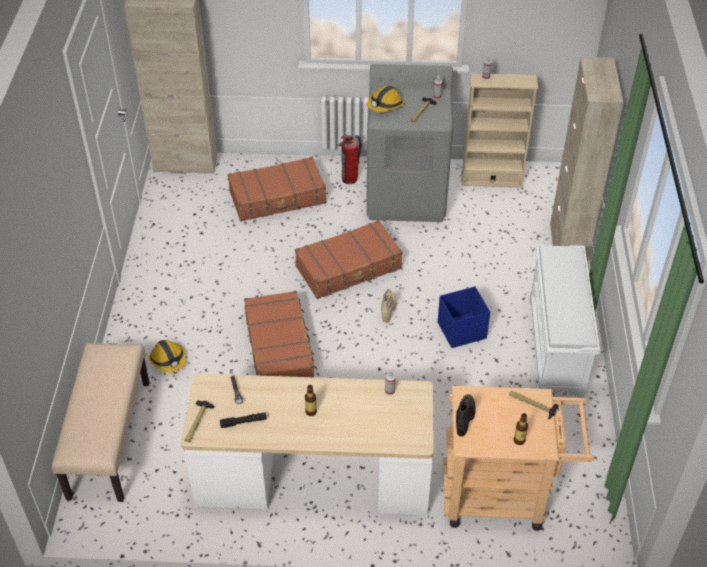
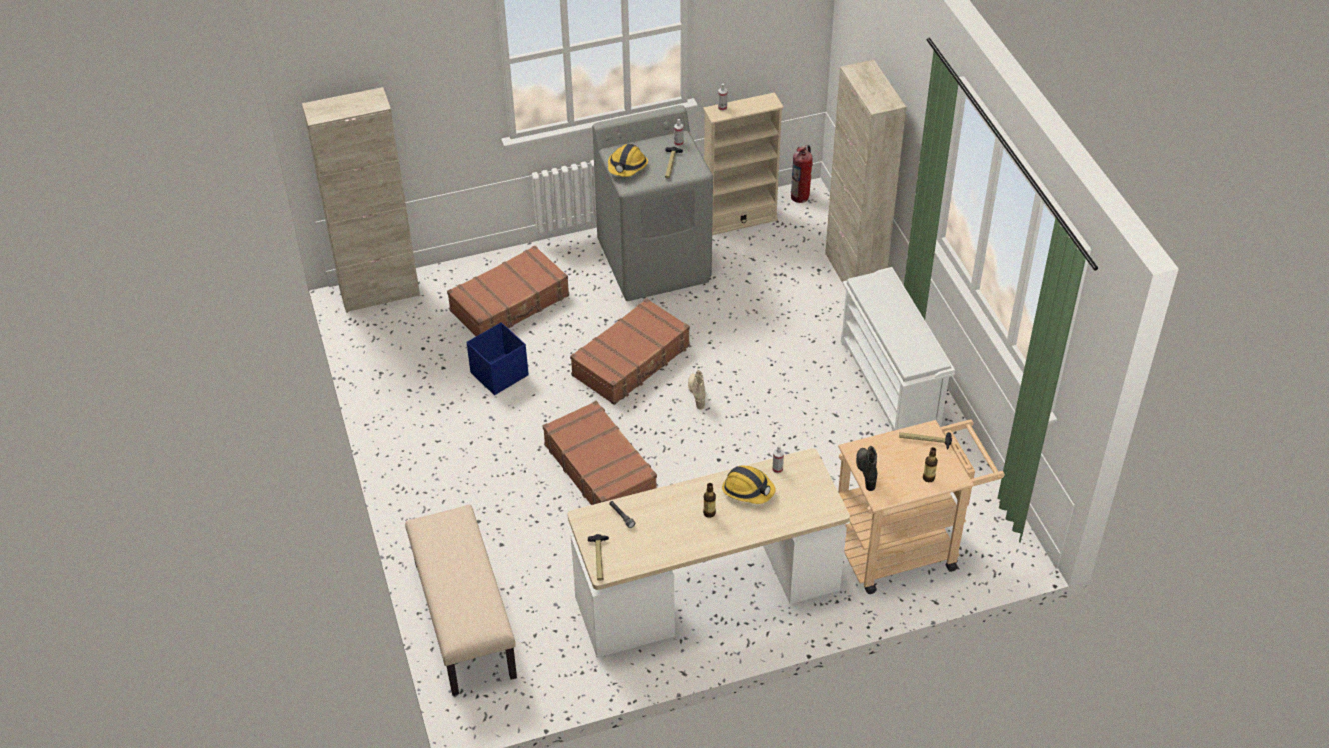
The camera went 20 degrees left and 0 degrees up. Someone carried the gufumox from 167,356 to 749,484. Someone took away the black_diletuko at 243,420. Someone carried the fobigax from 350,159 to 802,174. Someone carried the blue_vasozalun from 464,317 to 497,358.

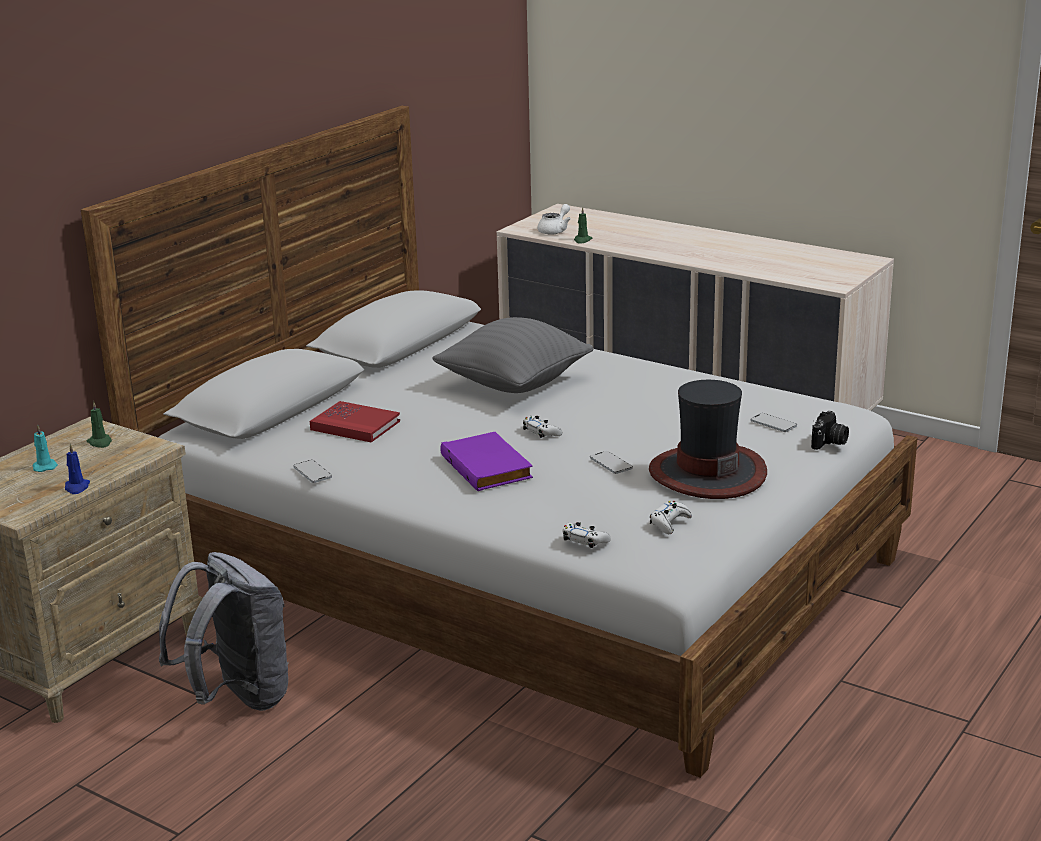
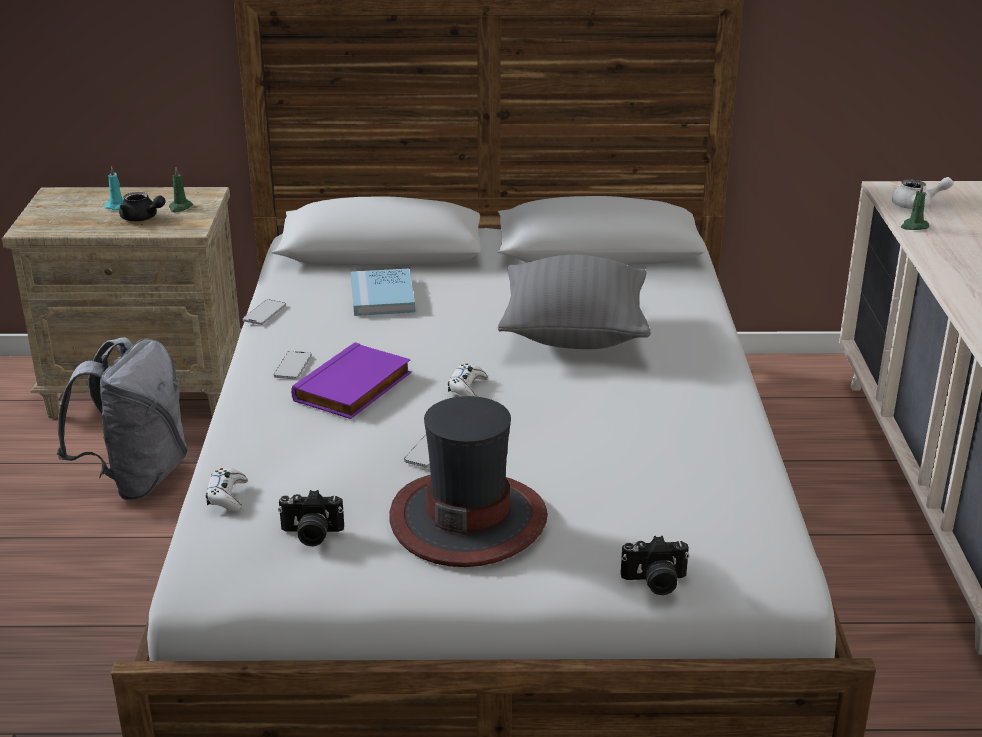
The camera went 55 degrees right and 5 degrees up. Someone took away the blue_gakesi at 77,469. Someone repainted the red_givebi at 355,421, which became the blue_givebi at 383,292. Someone swapped the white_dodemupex at 671,517 for the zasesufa at 311,518. Someone carried the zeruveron from 774,422 to 293,365. Someone put down the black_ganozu at 142,206.

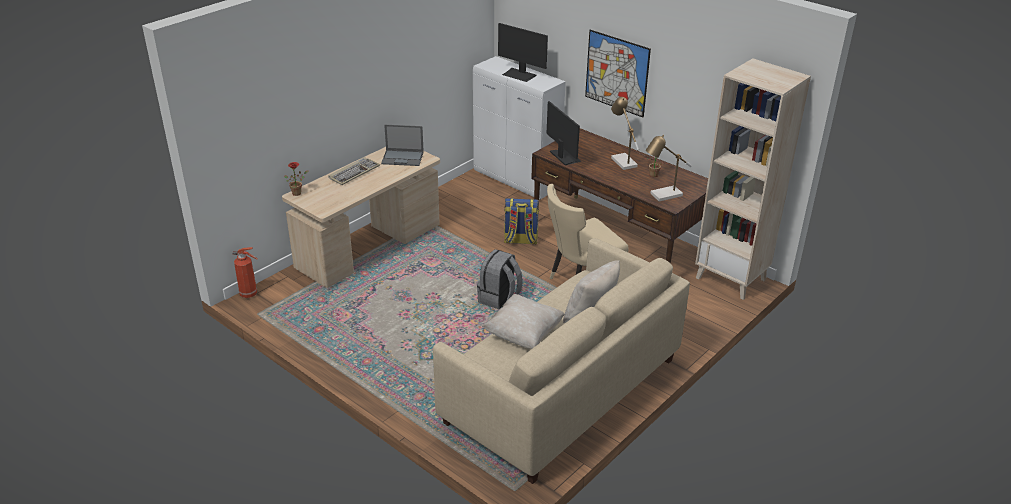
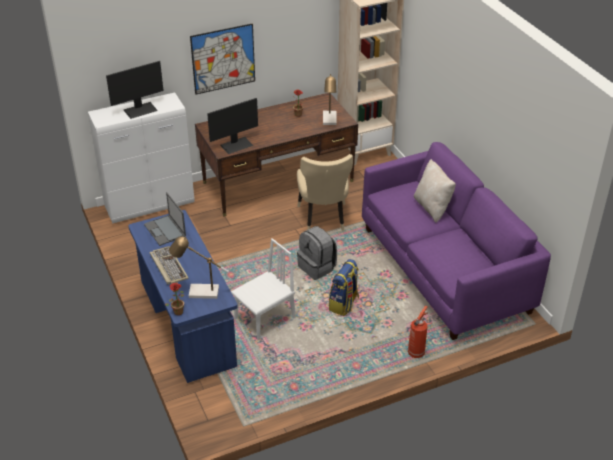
The camera went 65 degrees left and 5 degrees up. Someone carried the fobigax from 245,272 to 418,332. Someone repainted the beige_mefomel at 361,217, which became the blue_mefomel at 183,296. Someone rotated the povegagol at 402,145 by 120 degrees clockwise. Someone repainted the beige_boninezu at 561,361, which became the purple_boninezu at 456,241. Someone took away the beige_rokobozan at 523,321. Someone carried the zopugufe from 521,221 to 344,287. Someone rotated the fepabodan at 564,133 by 150 degrees clockwise. Someone carried the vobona from 625,133 to 199,267. Someone put down the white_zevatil at 263,289.

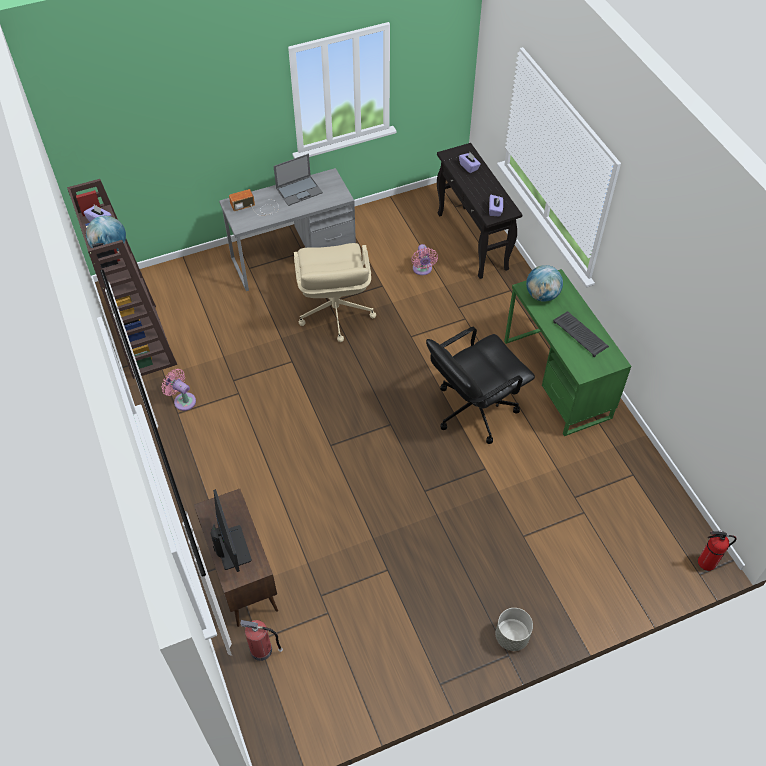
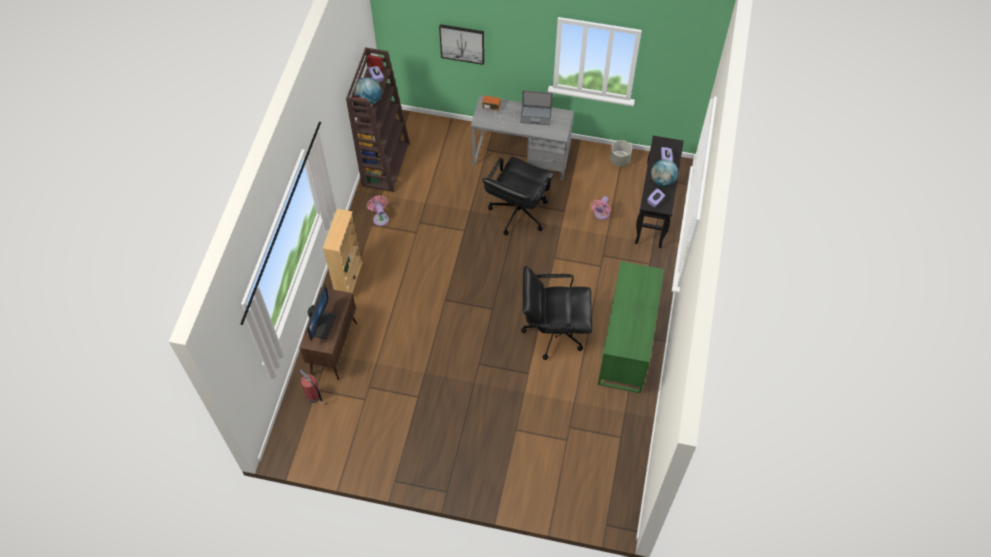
The camera went 35 degrees right and 5 degrees up. Someone repainted the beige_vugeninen at 335,292, which became the black_vugeninen at 518,196. Someone carried the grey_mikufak from 514,629 to 621,153. Someone carried the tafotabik from 544,283 to 664,172. Someone took away the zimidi at 581,334. Someone took away the fobigax at 717,550. Someone put down the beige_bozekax at 343,251. Someone put up the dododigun at 461,44.

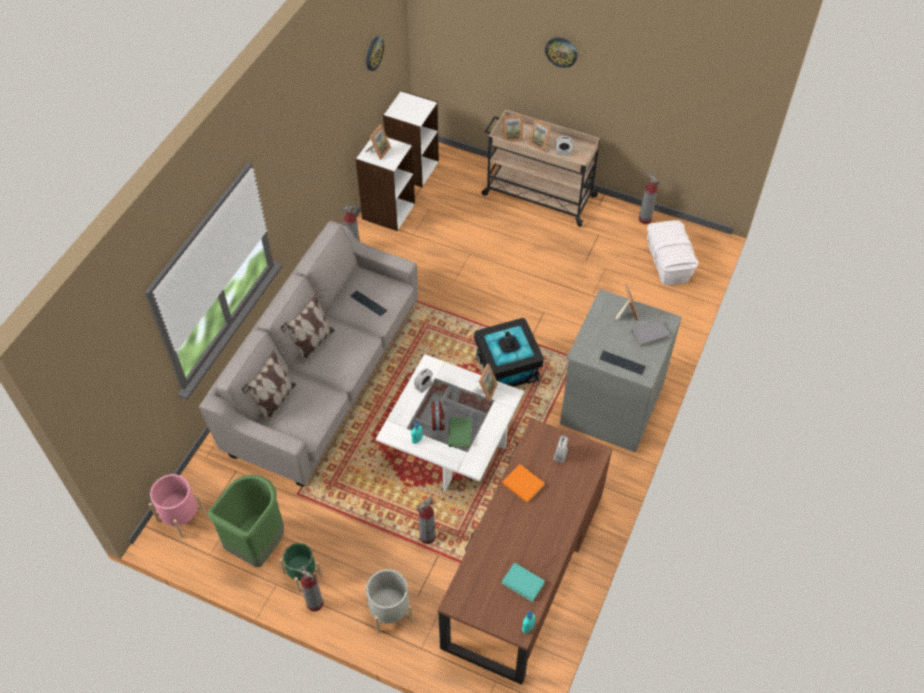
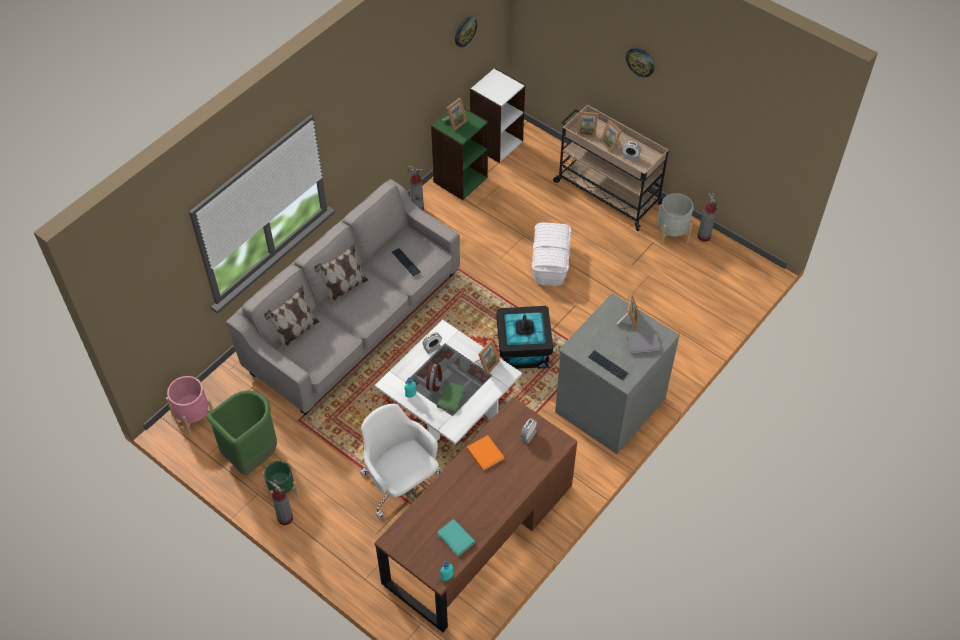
The camera went 15 degrees right and 0 degrees up. Someone repainted the white_bozekax at 385,183, which became the green_bozekax at 459,153. Someone carried the grey_mikufak from 389,601 to 675,219. Someone swapped the fobigax at 426,520 for the white_vugeninen at 401,461. Someone carried the white_vasozalun from 672,252 to 551,254.

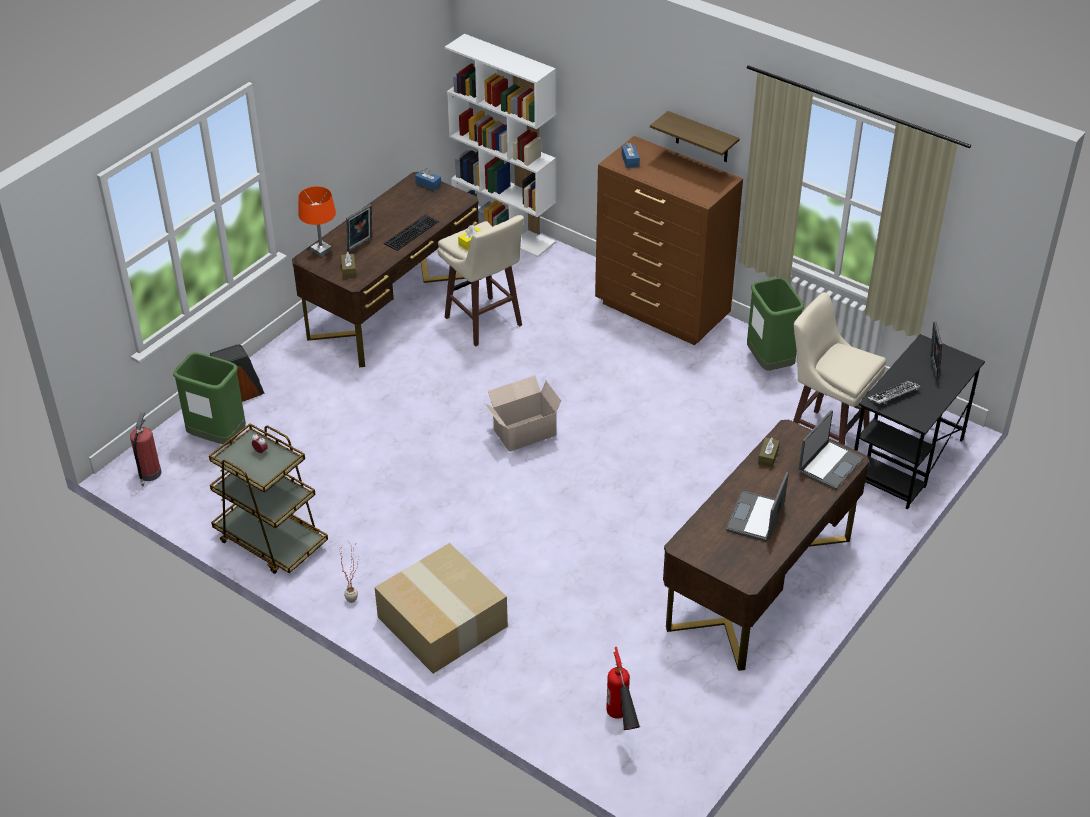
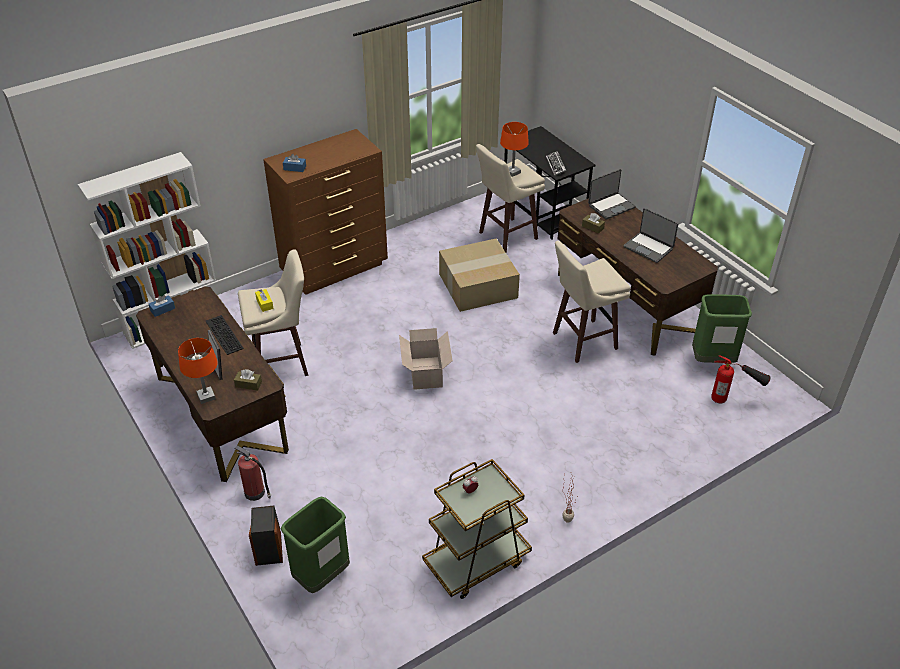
The camera went 70 degrees left and 0 degrees up. Someone carried the fobigax from 145,449 to 253,473. Someone carried the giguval from 441,608 to 479,275. Someone took away the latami at 695,136. Someone carried the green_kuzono from 775,324 to 722,328. Someone rotated the povegagol at 831,450 by 90 degrees clockwise. Someone took away the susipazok at 936,350. Someone put down the orange_vobona at 514,149. Someone put down the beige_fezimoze at 592,302.

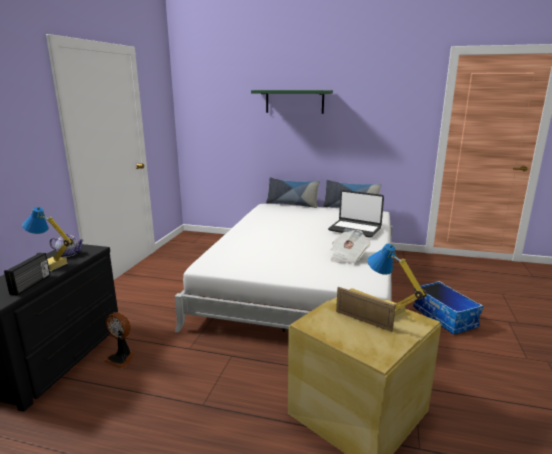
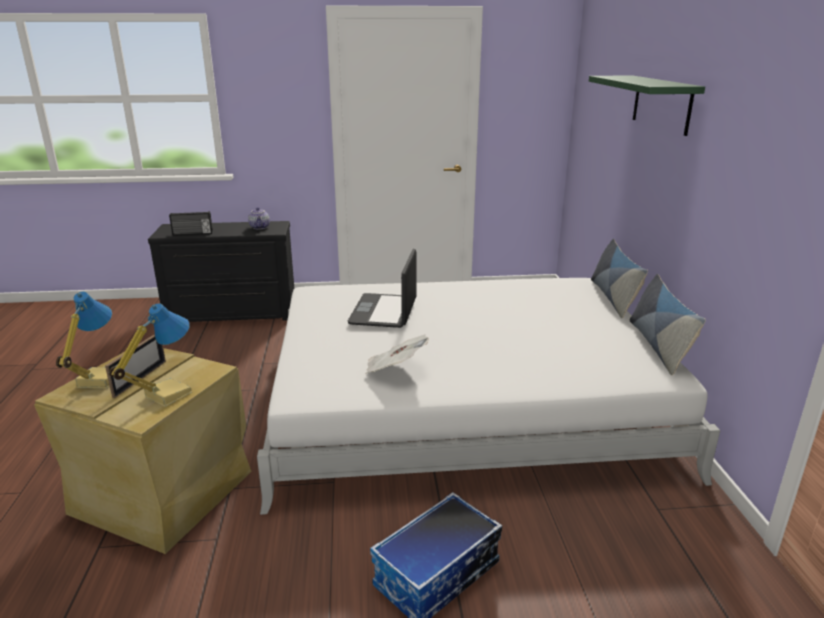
The camera went 70 degrees right and 5 degrees up. Someone carried the vobona from 48,239 to 84,340. Someone took away the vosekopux at 118,340. Someone carried the povegagol from 356,214 to 382,288.

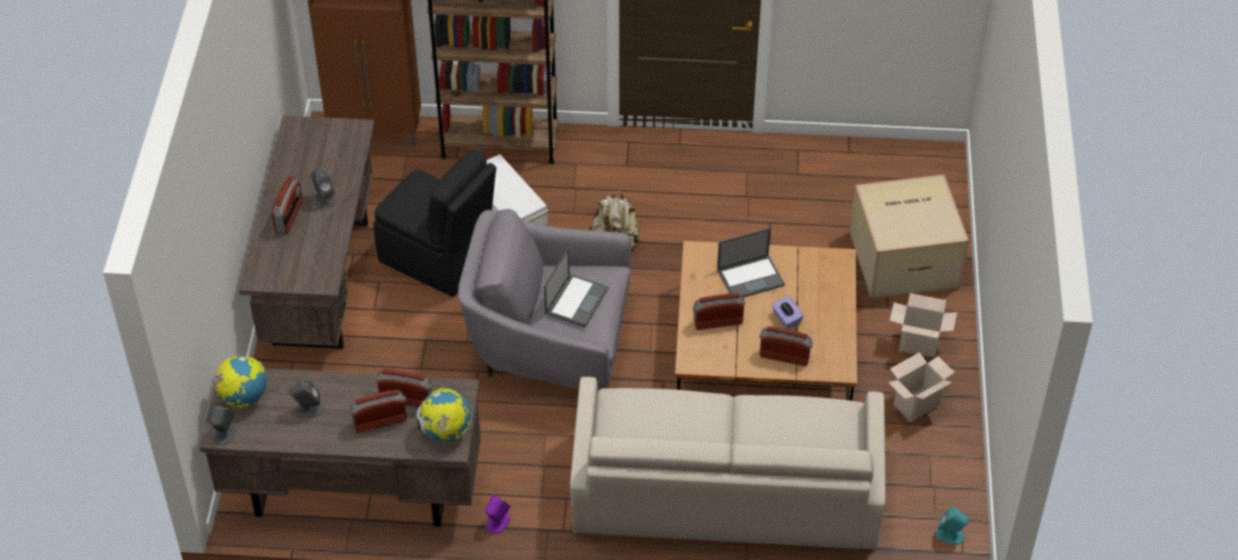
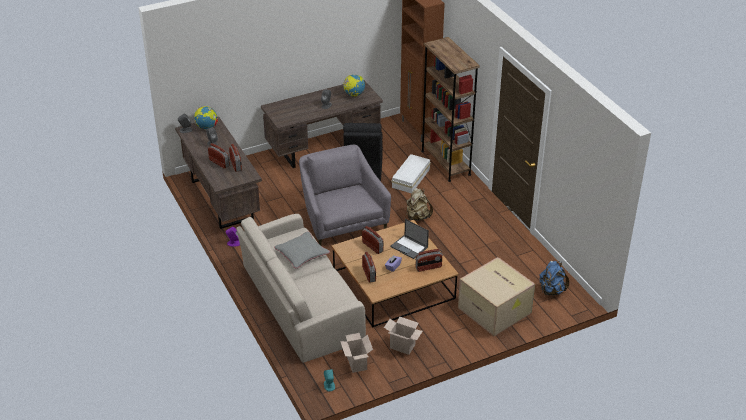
The camera went 60 degrees right and 10 degrees down. Someone carried the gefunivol from 287,205 to 429,260. Someone carried the tafotabik from 444,414 to 354,85. Someone took away the povegagol at 576,287. Someone carried the giguval from 923,325 to 356,353. Someone put down the grey_rokobozan at 302,250. Someone put down the blue_zopugufe at 554,278.

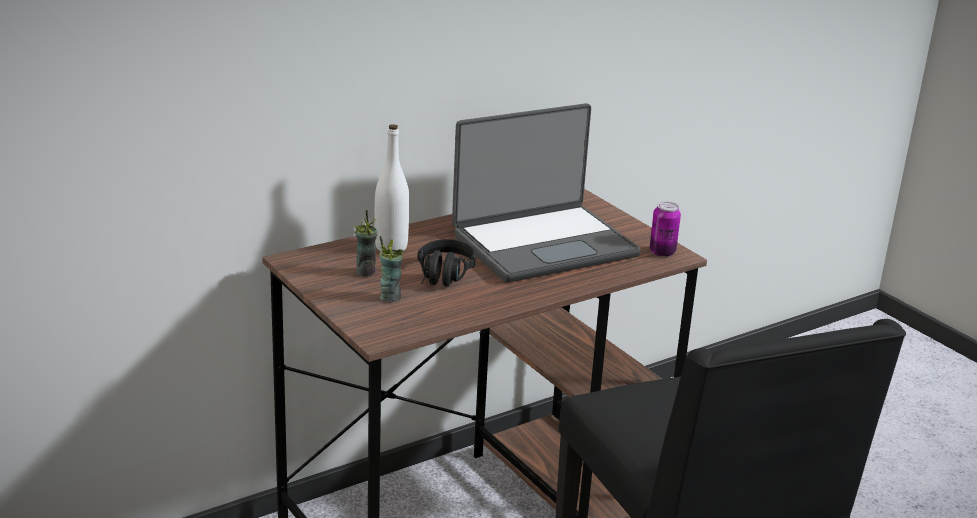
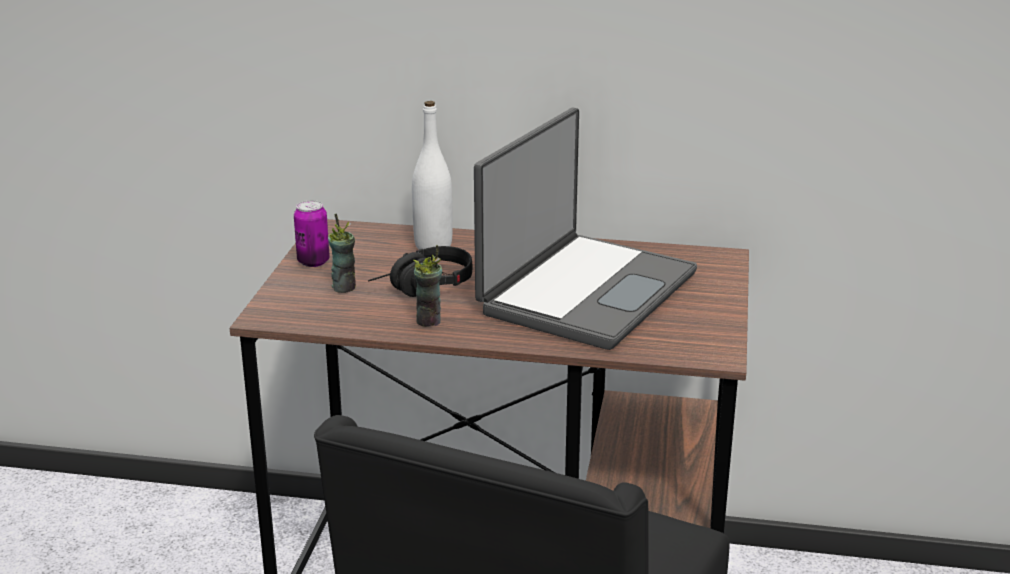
The camera went 45 degrees right and 0 degrees up. Someone carried the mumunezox from 366,243 to 427,286. Someone rotated the povegagol at 546,193 by 75 degrees counterclockwise. Someone carried the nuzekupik from 665,229 to 312,233.

